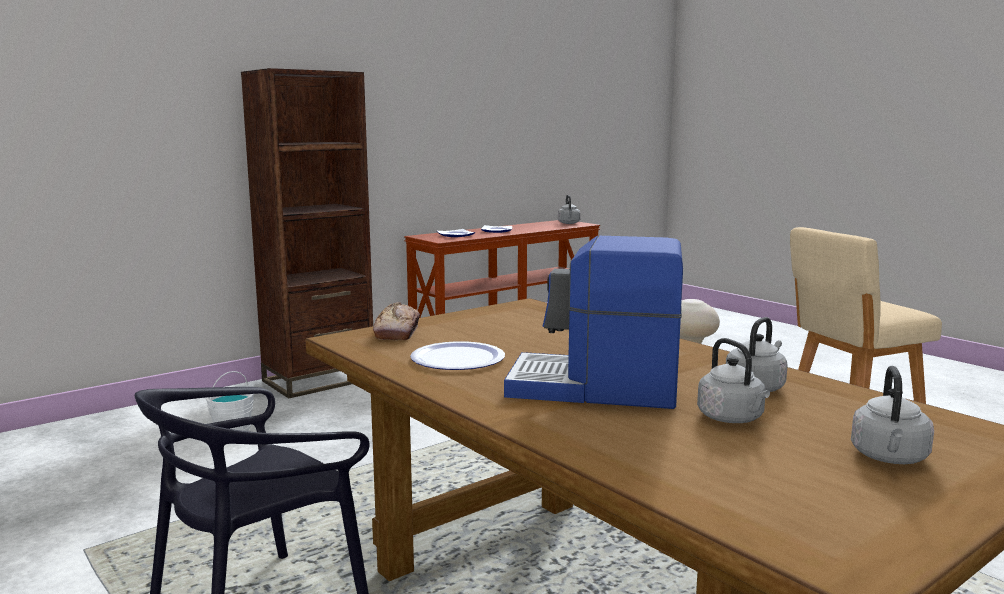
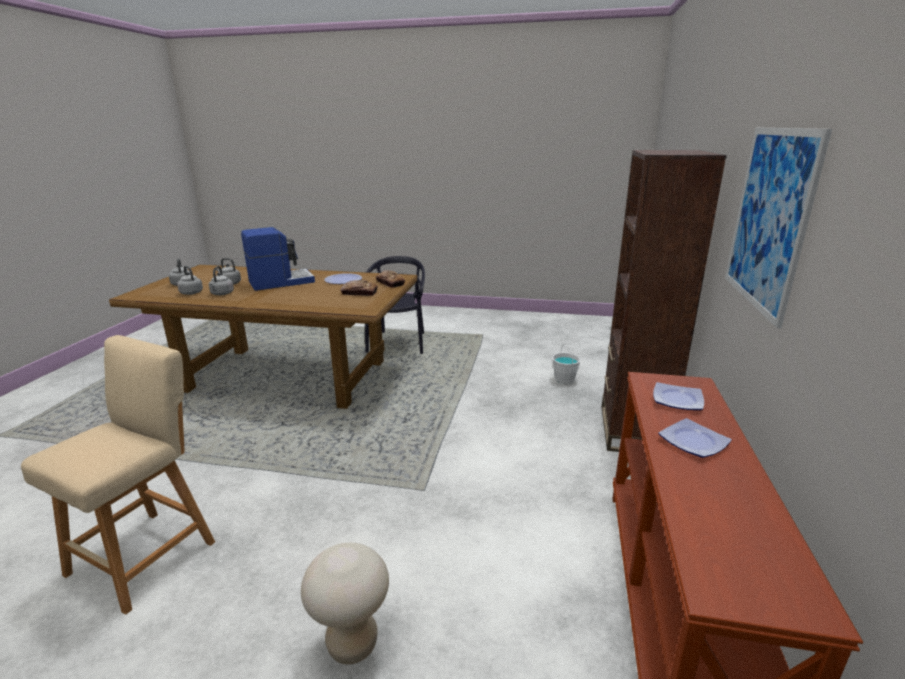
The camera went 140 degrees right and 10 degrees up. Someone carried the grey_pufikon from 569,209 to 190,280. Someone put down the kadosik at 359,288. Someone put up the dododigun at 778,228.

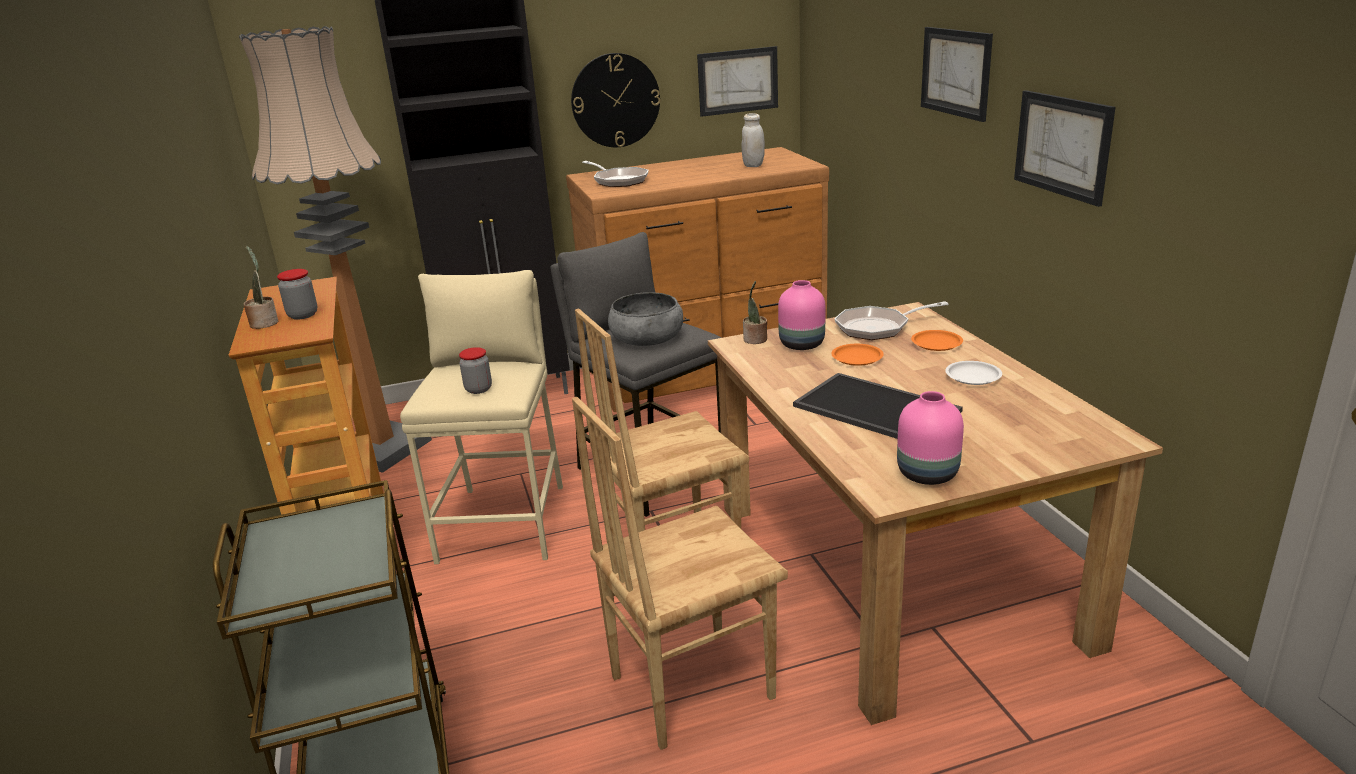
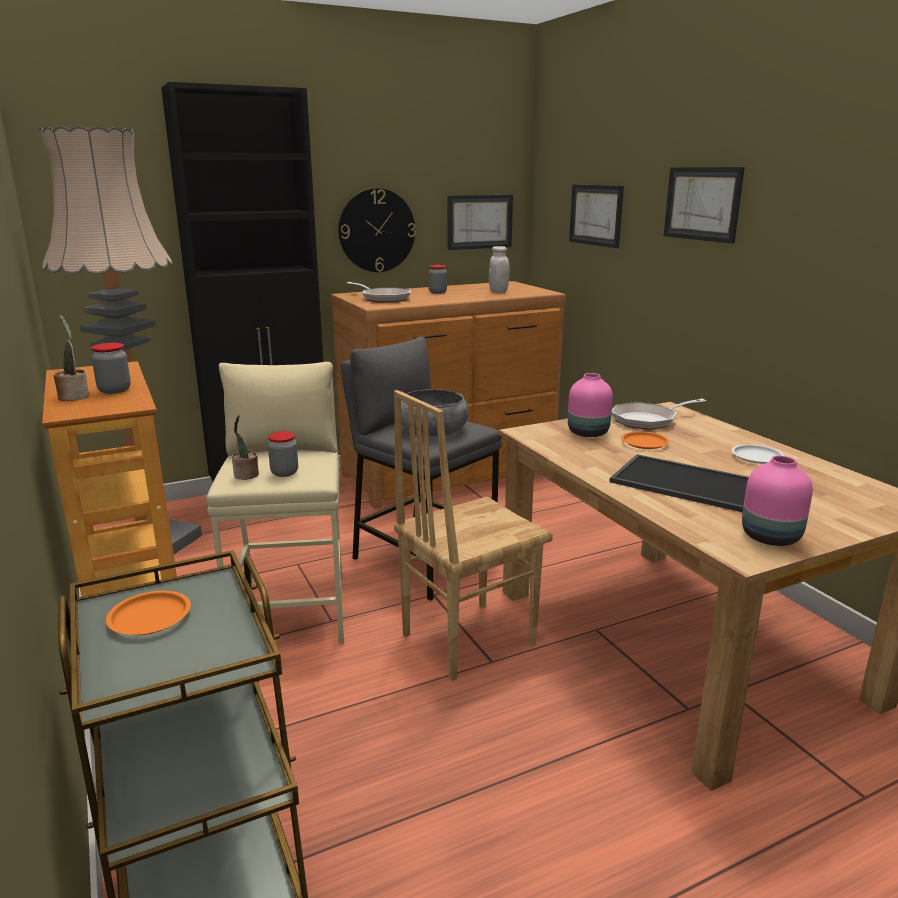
The camera went 10 degrees left and 5 degrees down. Someone took away the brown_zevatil at 680,573. Someone carried the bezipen from 755,312 to 245,447. Someone carried the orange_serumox from 937,340 to 148,613. Someone carried the dododigun from 1065,148 to 596,216. Someone put down the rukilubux at 438,279.

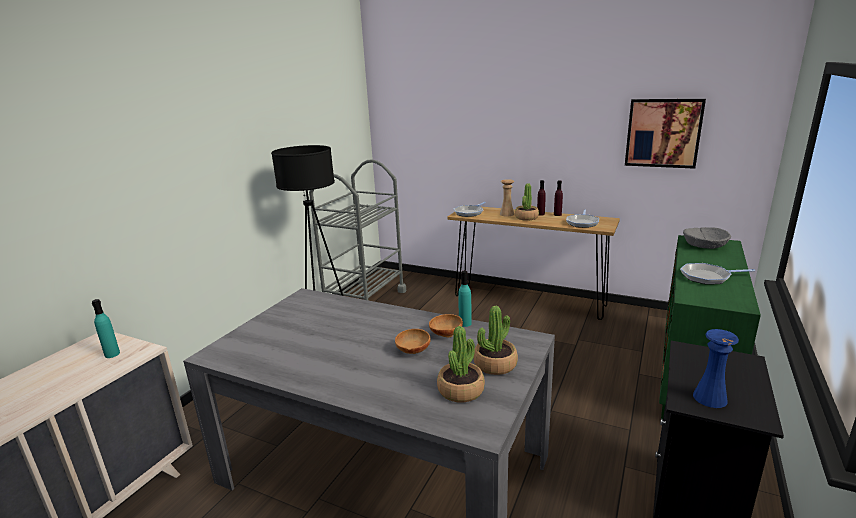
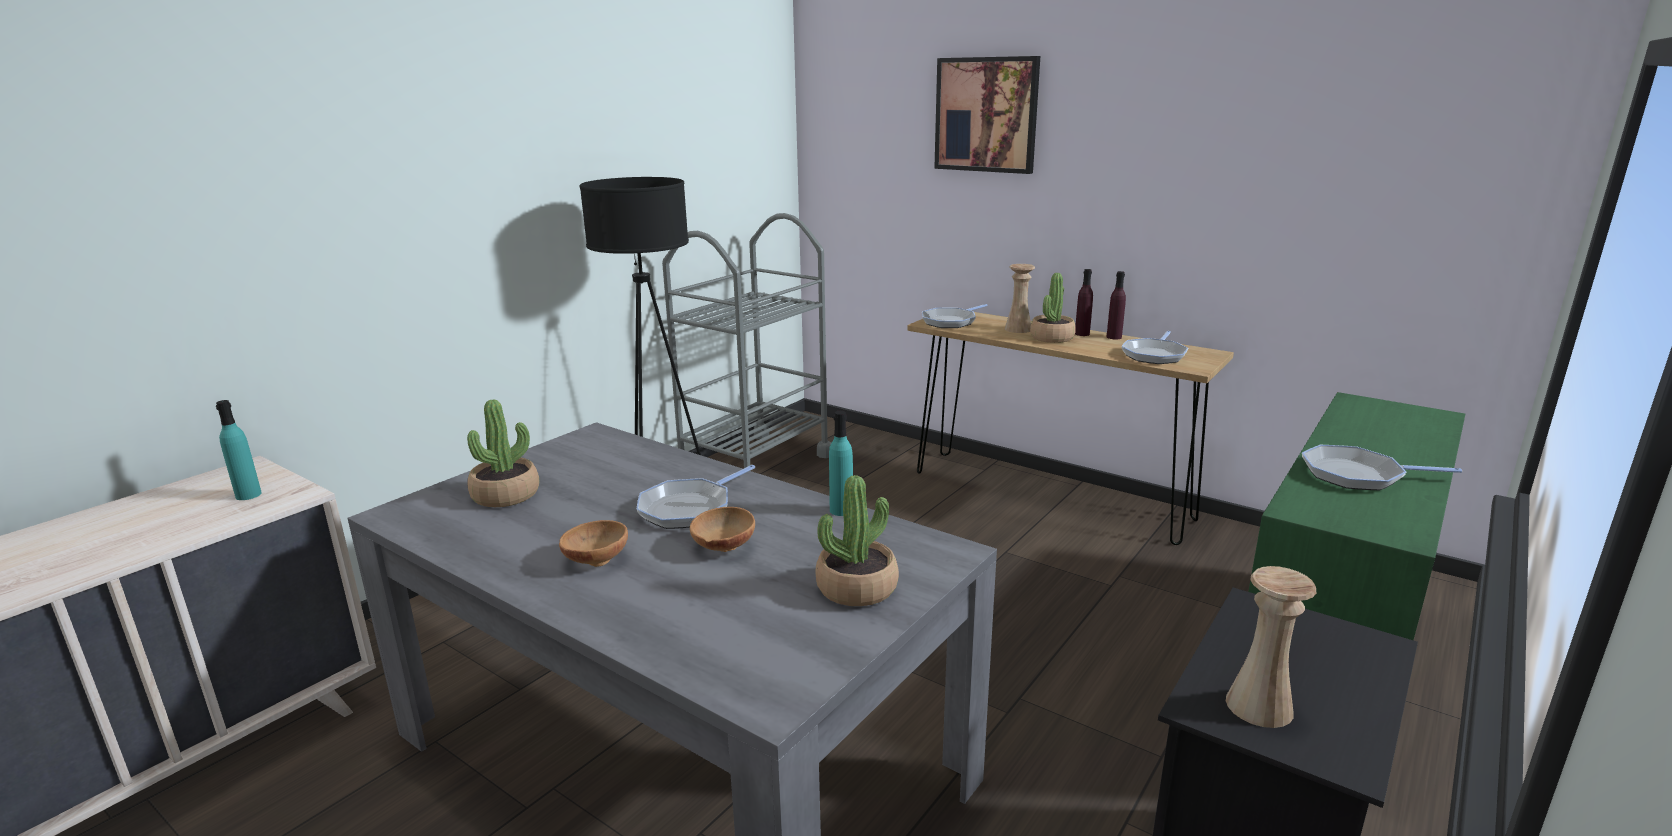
The camera went 10 degrees right and 0 degrees up. Someone carried the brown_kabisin from 446,326 to 593,543. Someone carried the bezipen from 461,364 to 503,453. Someone carried the dododigun from 665,134 to 987,115. Someone took away the grey_kabisin at 707,238. Someone repainted the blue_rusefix at 716,368, which became the beige_rusefix at 1271,647. Someone put down the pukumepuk at 696,497.

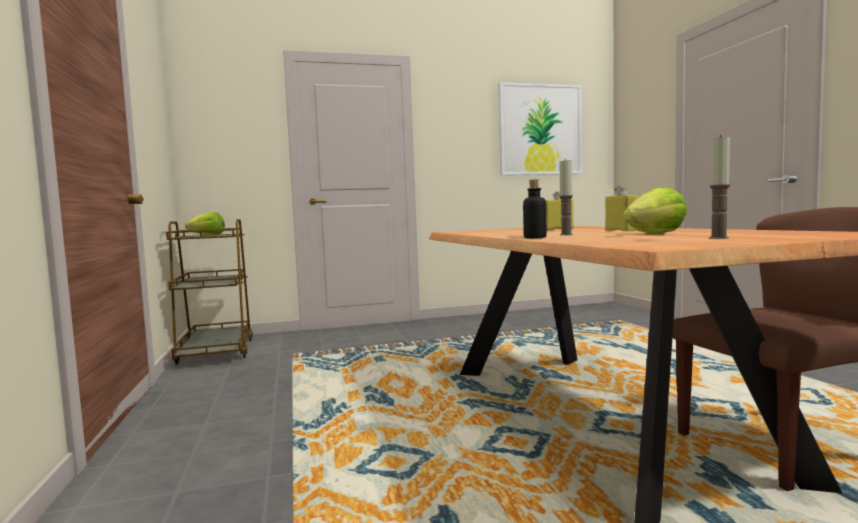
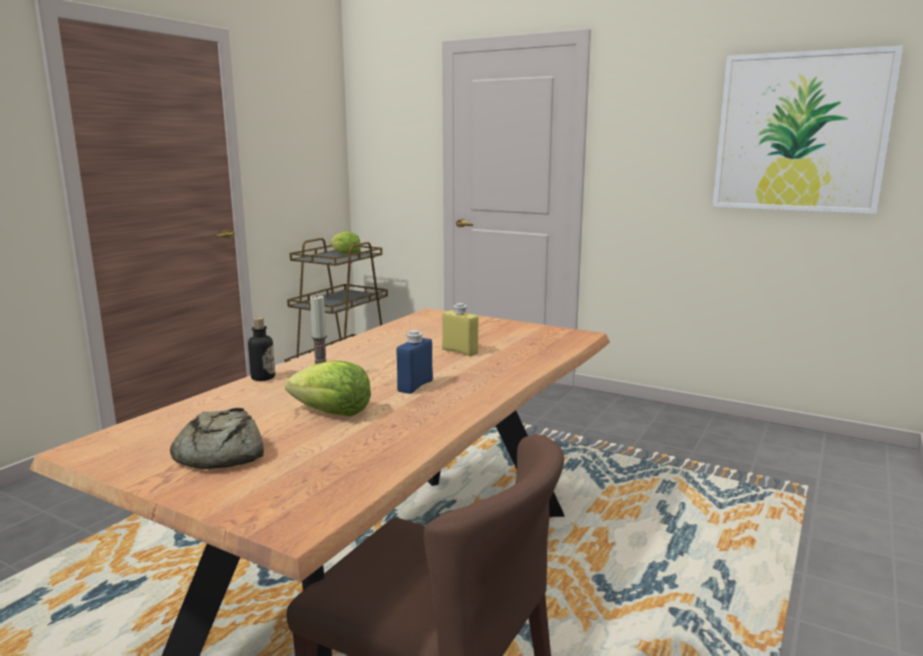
The camera went 45 degrees right and 10 degrees up. Someone repainted the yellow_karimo at 621,208, which became the blue_karimo at 415,362. Someone swapped the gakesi at 719,187 for the kadosik at 217,438.

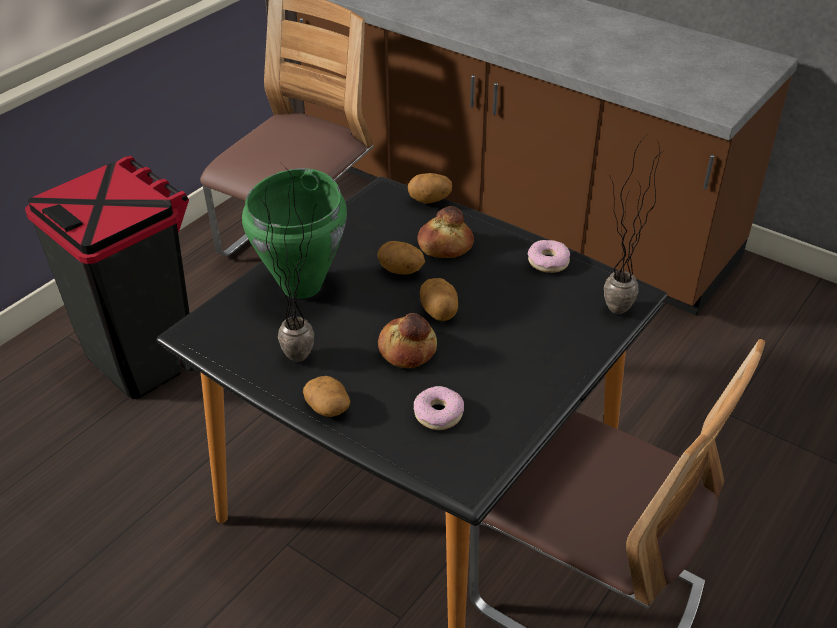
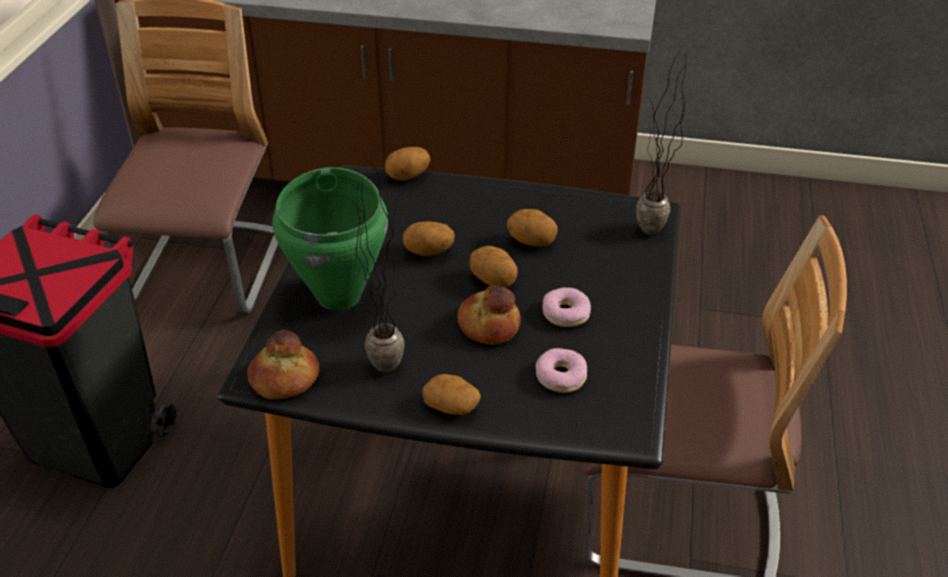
The camera went 25 degrees left and 0 degrees up. Someone carried the kadosik from 445,232 to 283,364. Someone carried the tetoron from 549,256 to 567,307. Someone put down the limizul at 532,227.

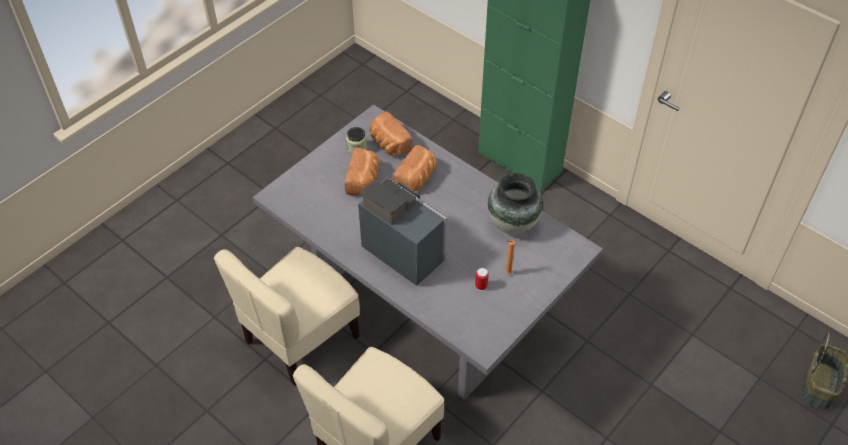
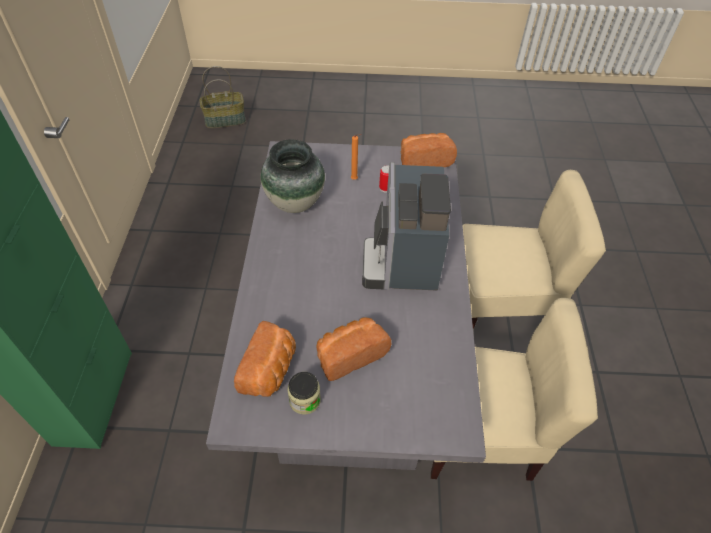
The camera went 130 degrees left and 0 degrees up. Someone carried the kadosik from 415,168 to 429,150.

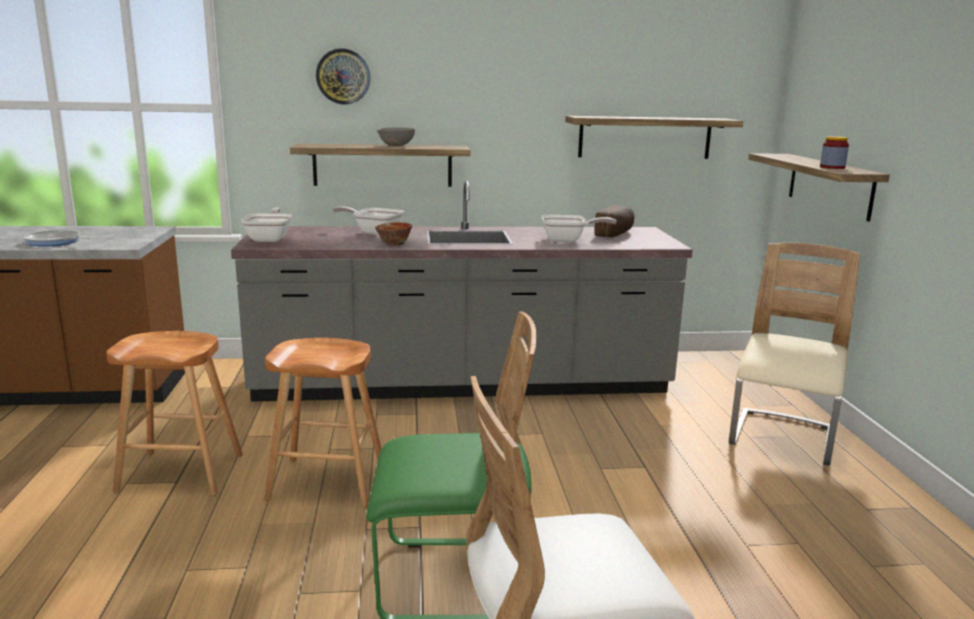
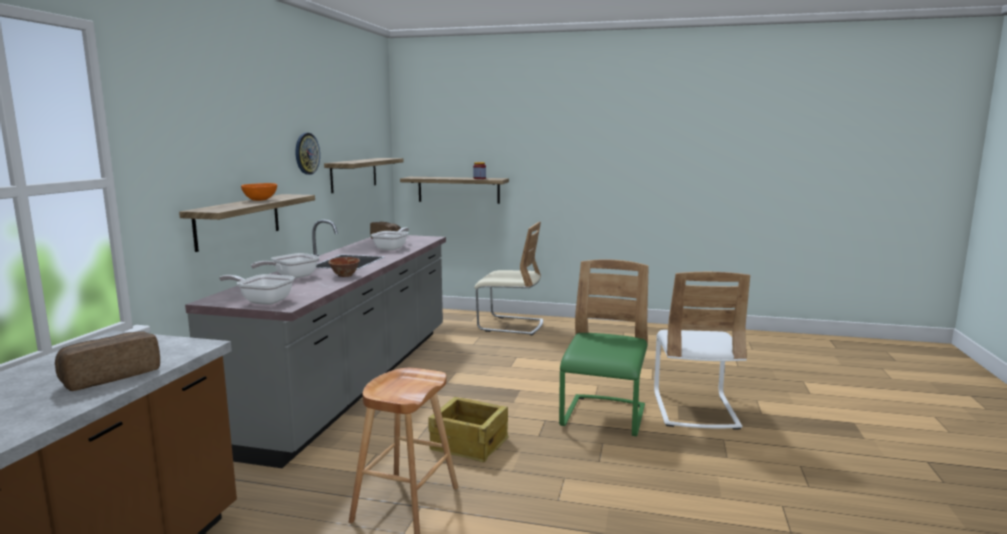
The camera went 70 degrees left and 5 degrees down. Someone swapped the pukumepuk at 56,238 for the kadosik at 107,361. Someone swapped the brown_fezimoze at 322,422 for the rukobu at 468,429. Someone carried the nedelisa from 343,76 to 308,154. Someone repainted the grey_kabisin at 396,136, which became the orange_kabisin at 259,192. Someone rotated the beige_zevatil at 794,354 by 150 degrees clockwise.

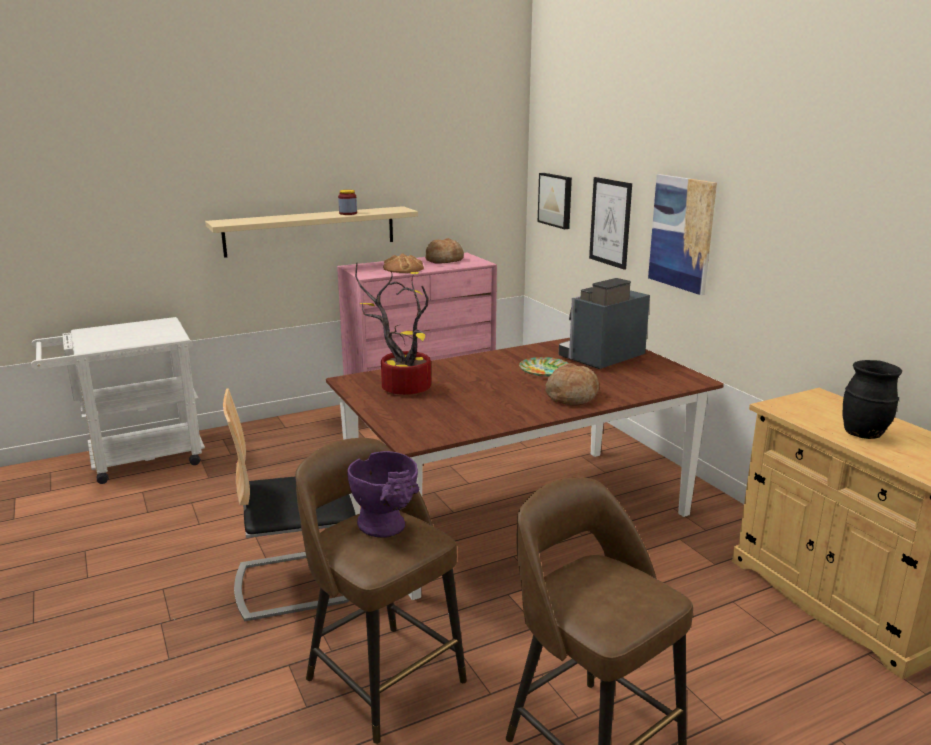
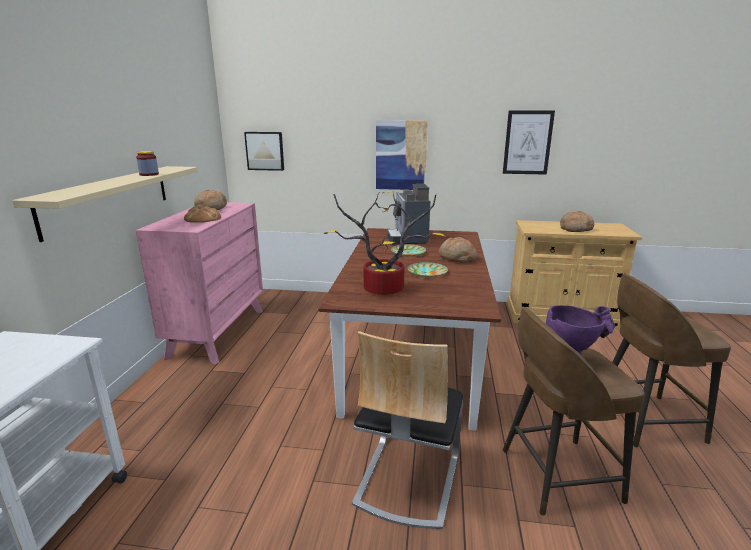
The camera went 55 degrees left and 0 degrees up. Someone carried the dododigun from 610,223 to 529,142. Someone swapped the black_rusefix at 872,399 for the kadosik at 577,221. Someone put down the serumox at 428,269.

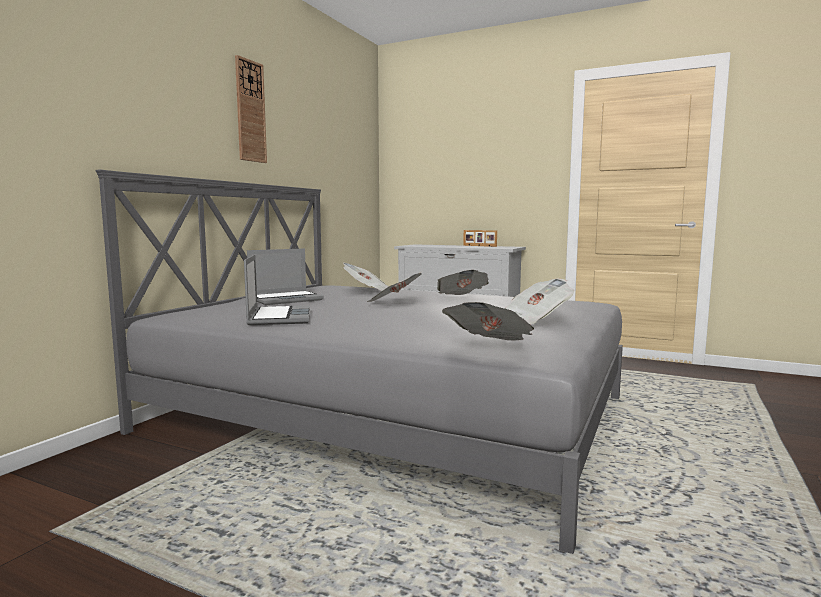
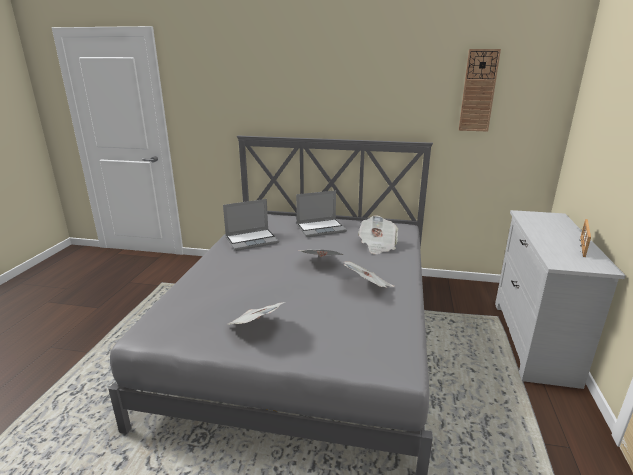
The camera went 75 degrees right and 15 degrees up. Someone carried the nedelisa from 251,109 to 480,90. Someone rotated the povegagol at 285,277 by 60 degrees counterclockwise. Someone took away the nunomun at 488,321.

